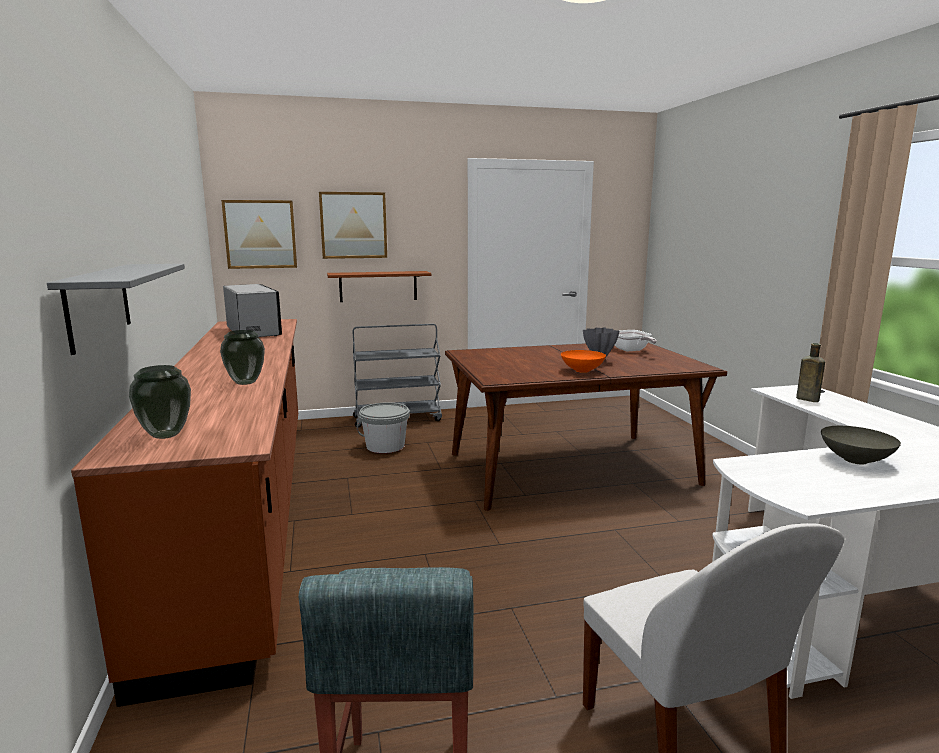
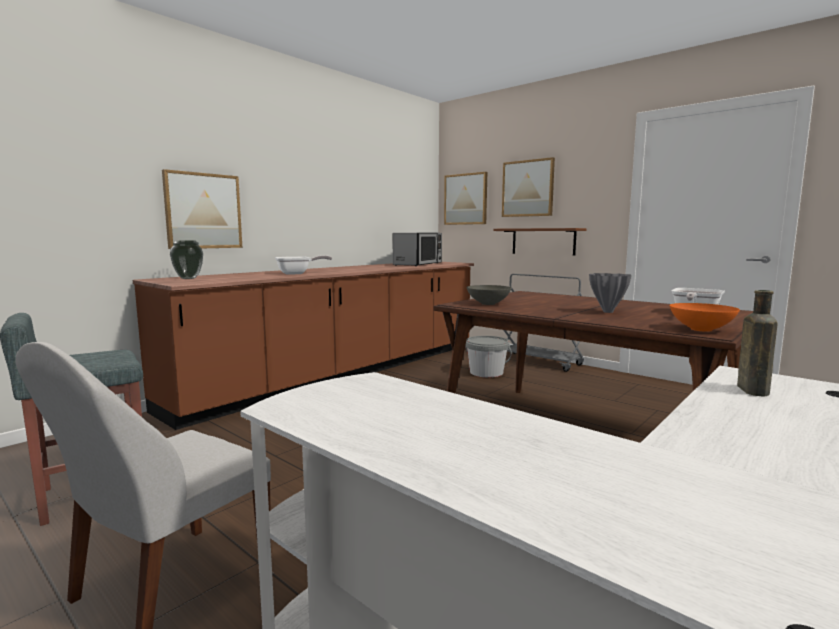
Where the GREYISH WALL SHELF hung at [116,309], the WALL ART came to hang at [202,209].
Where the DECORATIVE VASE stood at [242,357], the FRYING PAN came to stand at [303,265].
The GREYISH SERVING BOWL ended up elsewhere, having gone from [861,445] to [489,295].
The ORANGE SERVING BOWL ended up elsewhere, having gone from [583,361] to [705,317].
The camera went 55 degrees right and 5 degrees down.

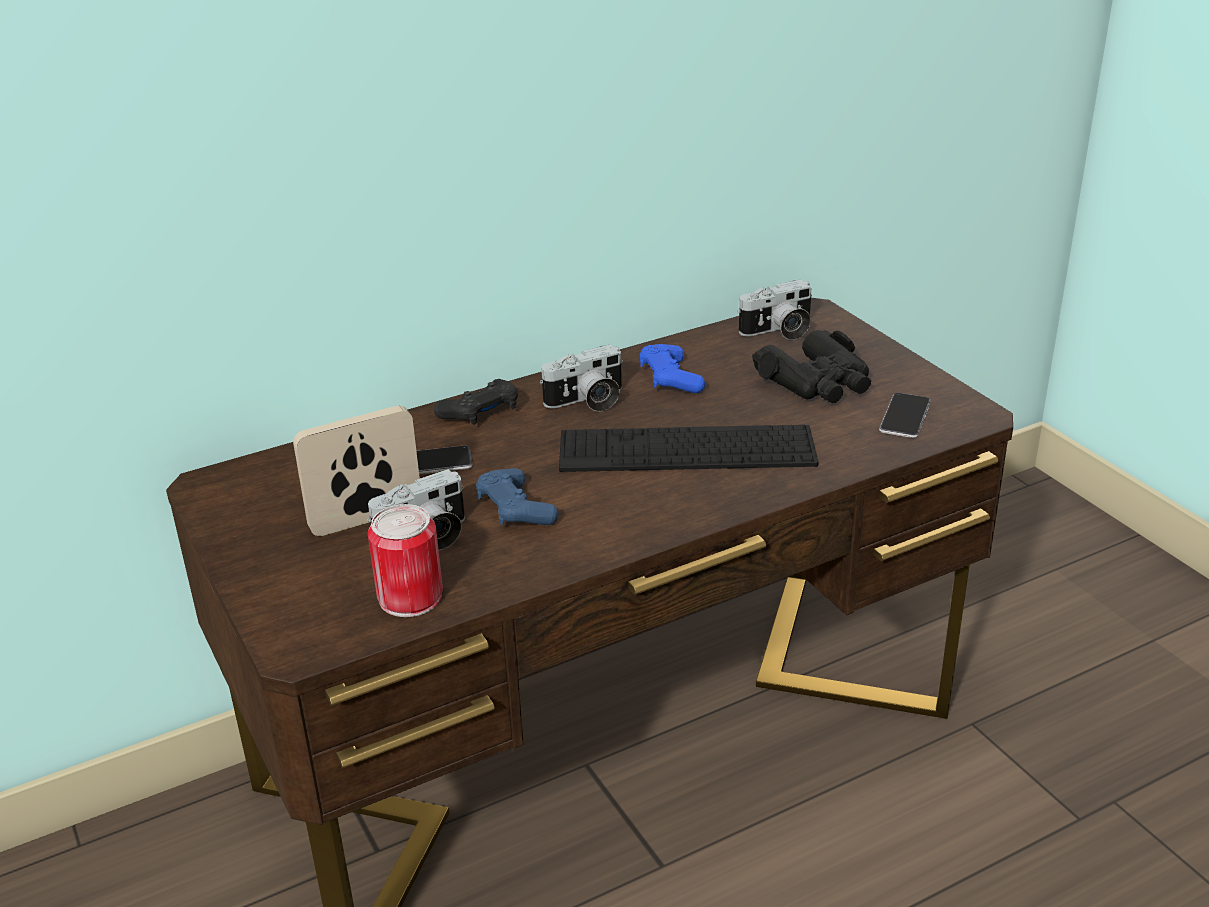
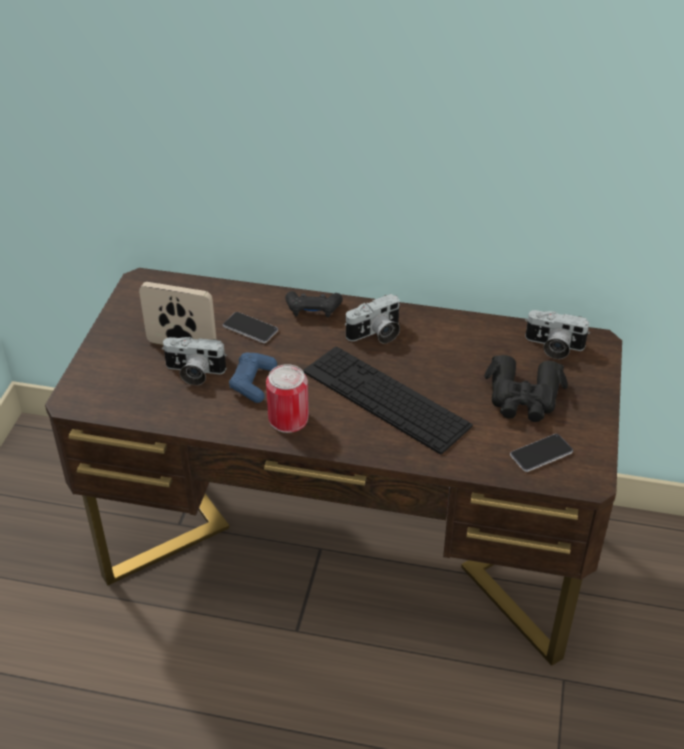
The CAN ended up elsewhere, having gone from [405,560] to [287,398].
The PHOTO CAMERA at [581,378] ended up facing another way, 45 degrees counterclockwise from before.
The second view lost the BLUE JOYPAD at [672,368].
The camera went 40 degrees right and 10 degrees up.

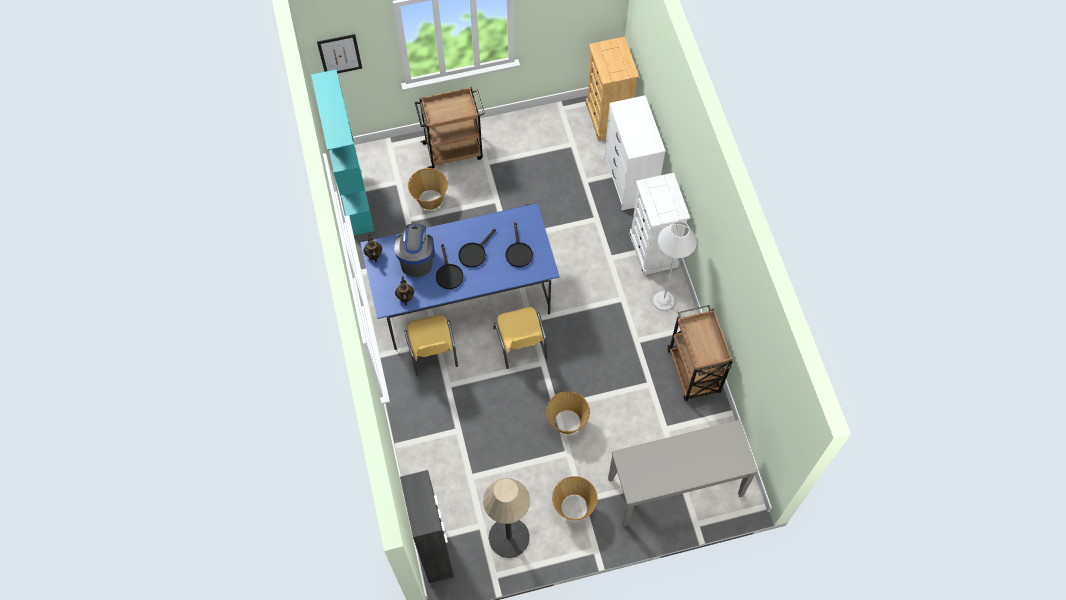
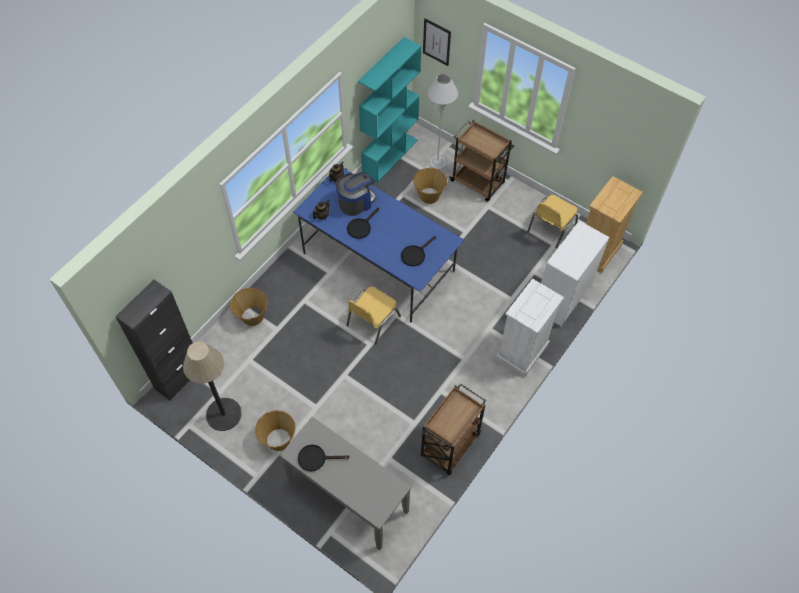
The STORAGE BASKET ended up elsewhere, having gone from [568,412] to [248,307].
The BLACK-COLOURED FRYING PAN ended up elsewhere, having gone from [477,248] to [323,458].
The GREYISH FLOOR LAMP ended up elsewhere, having gone from [675,266] to [442,122].
The YELLOW PLAIN CHAIR ended up elsewhere, having gone from [431,345] to [552,221].
The camera went 50 degrees right and 5 degrees down.

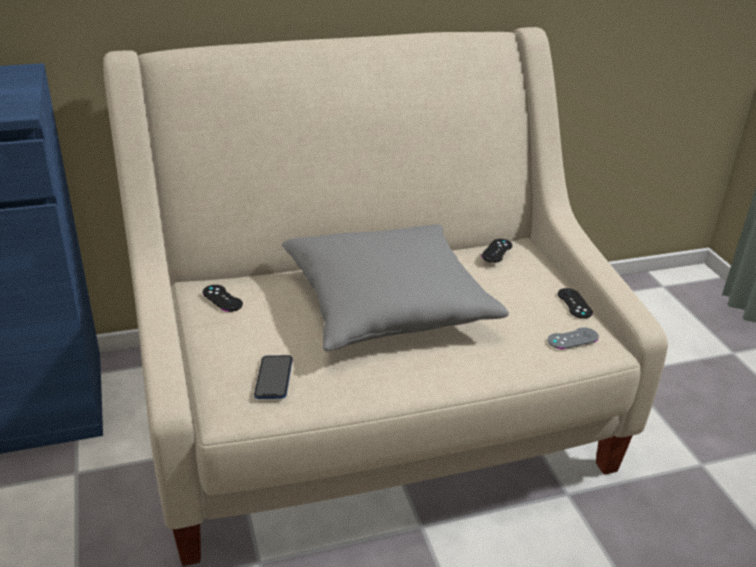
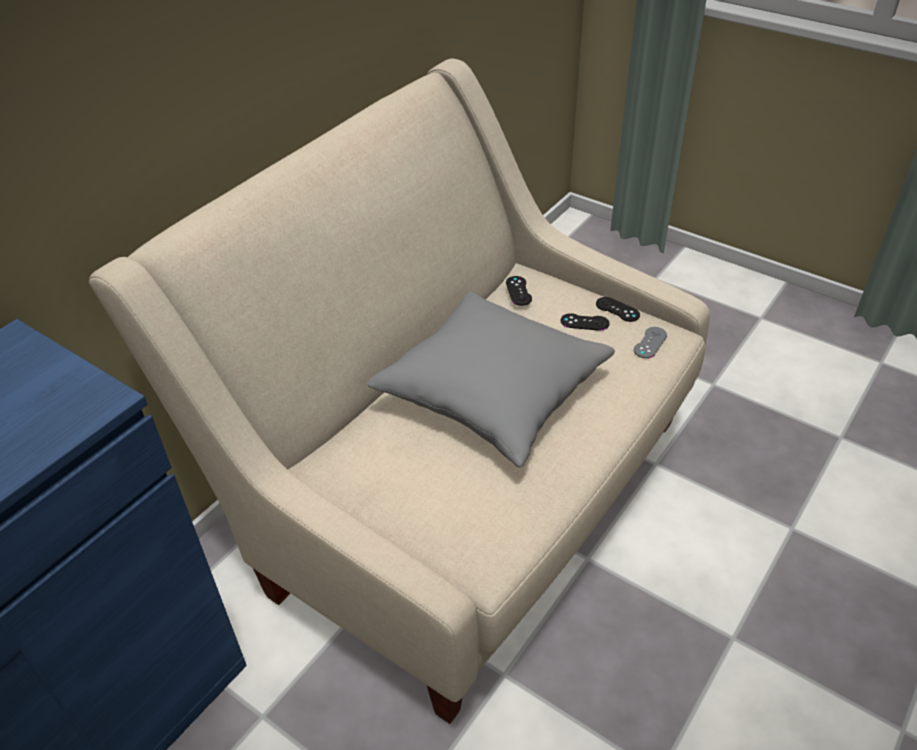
The BLACK-COLOURED JOYPAD ended up elsewhere, having gone from [223,298] to [585,322].
The second view lost the HANDSET at [273,377].
The camera went 35 degrees left and 10 degrees up.

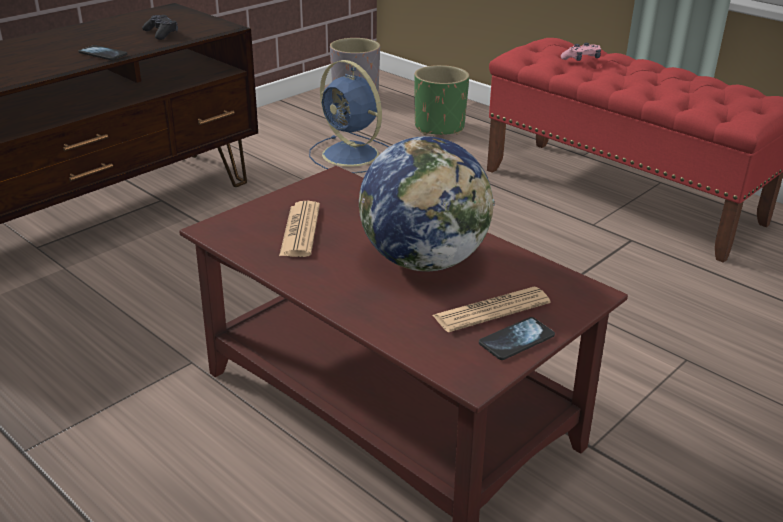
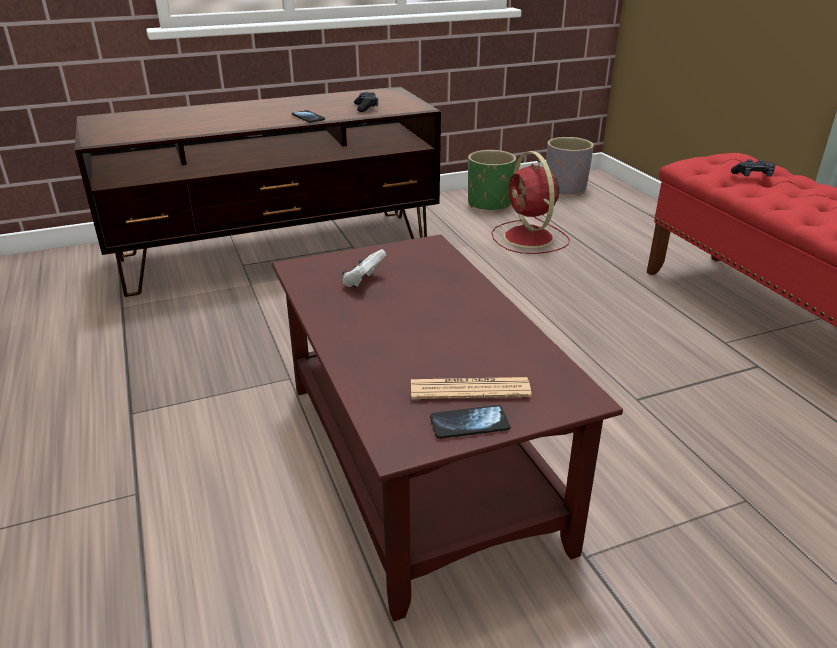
Where the PRINTED PAPER stood at [299,229], the WHITE-COLOURED JOYPAD came to stand at [364,268].
The GREEN FLOWER POT ended up elsewhere, having gone from [441,100] to [492,181].
What was the BLUE FAN at [349,116] turned into the REDDISH FAN at [531,202].
What was the PINK-COLOURED JOYPAD at [581,52] turned into the BLACK-COLOURED JOYPAD at [753,168].
The second view lost the GLOBE at [427,204].
The camera went 25 degrees right and 0 degrees up.

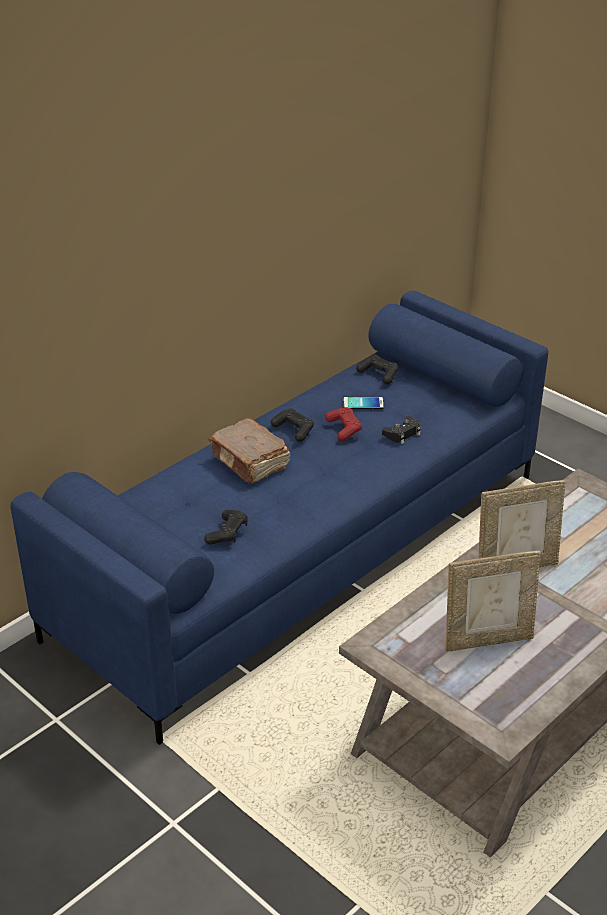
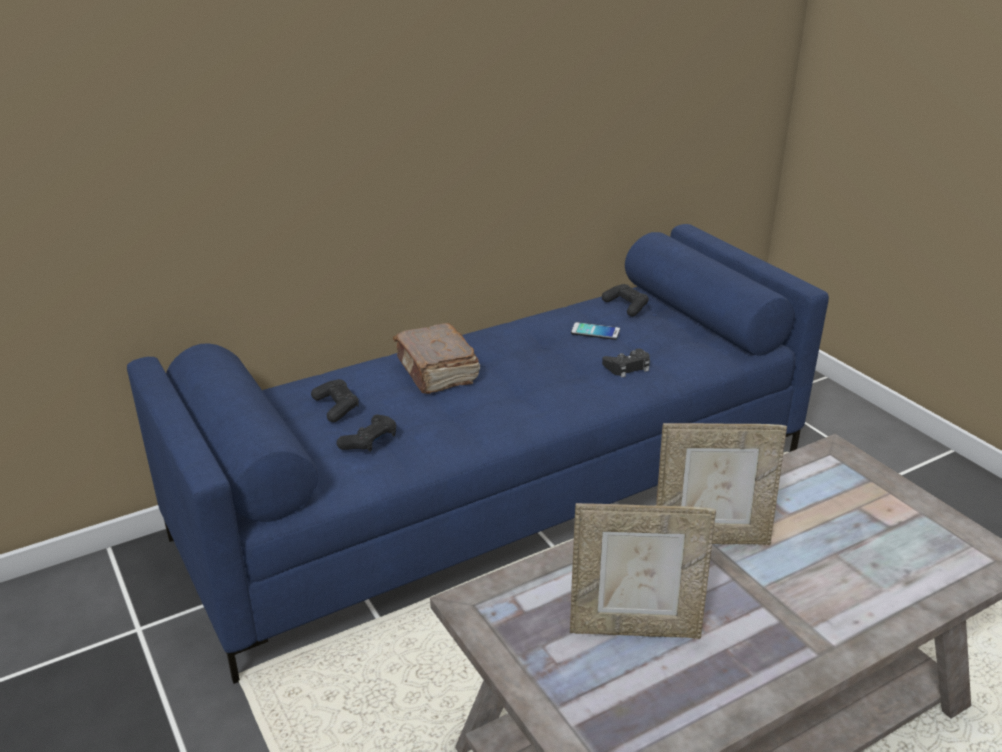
The BLACK-COLOURED JOYPAD ended up elsewhere, having gone from [292,425] to [335,400].
The second view lost the REDDISH JOYPAD at [343,424].
The camera went 15 degrees right and 5 degrees down.

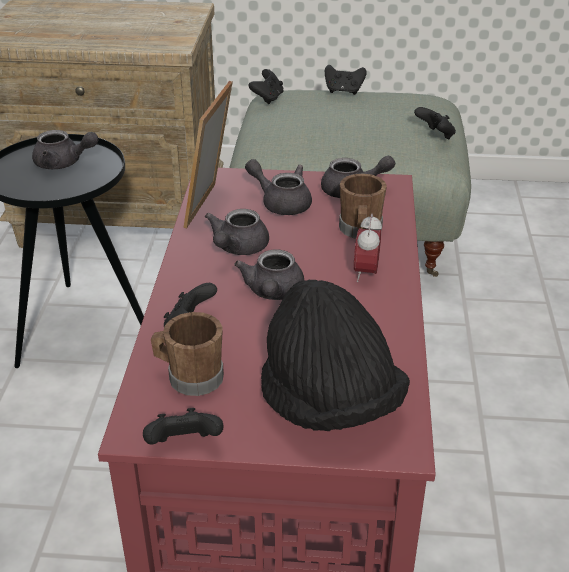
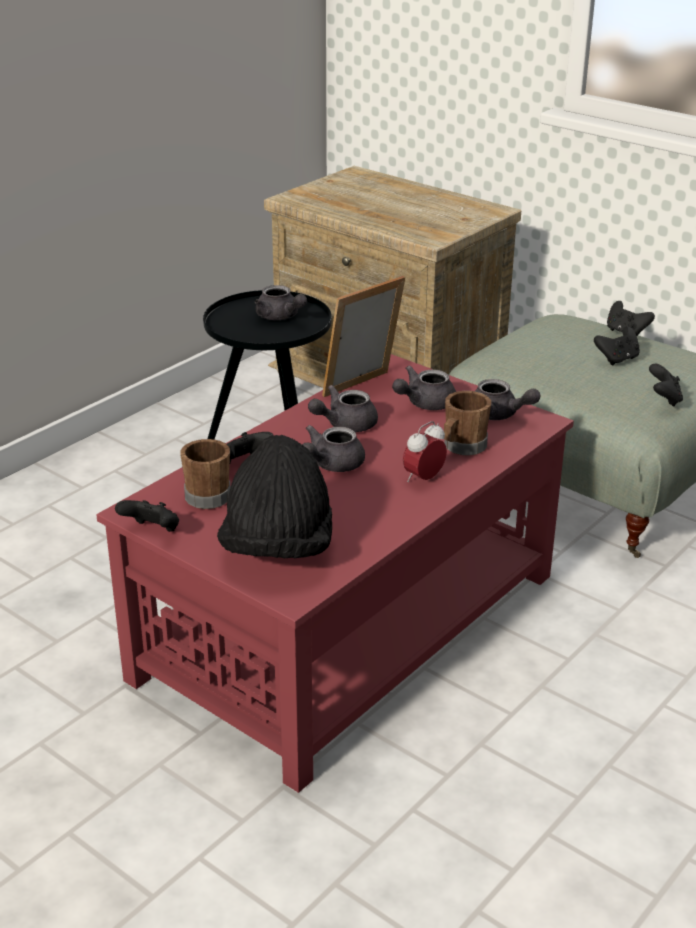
The GREYISH POT FOR TEA at [278,187] ended up facing another way, 105 degrees counterclockwise from before.
The BLACK-COLOURED JOYPAD ended up elsewhere, having gone from [266,86] to [617,346].
The camera went 35 degrees right and 5 degrees down.

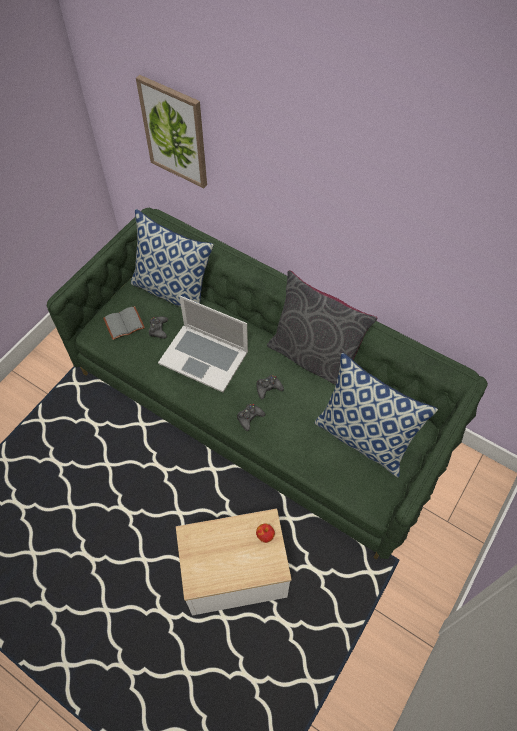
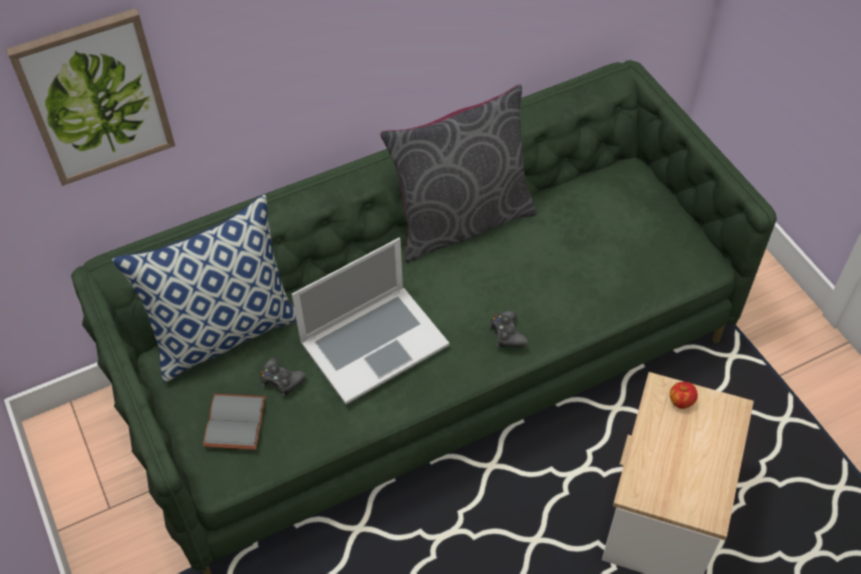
The second view lost the BLACK-COLOURED JOYPAD at [270,387].
The second view lost the CUSHION at [376,414].
The camera went 60 degrees left and 5 degrees down.

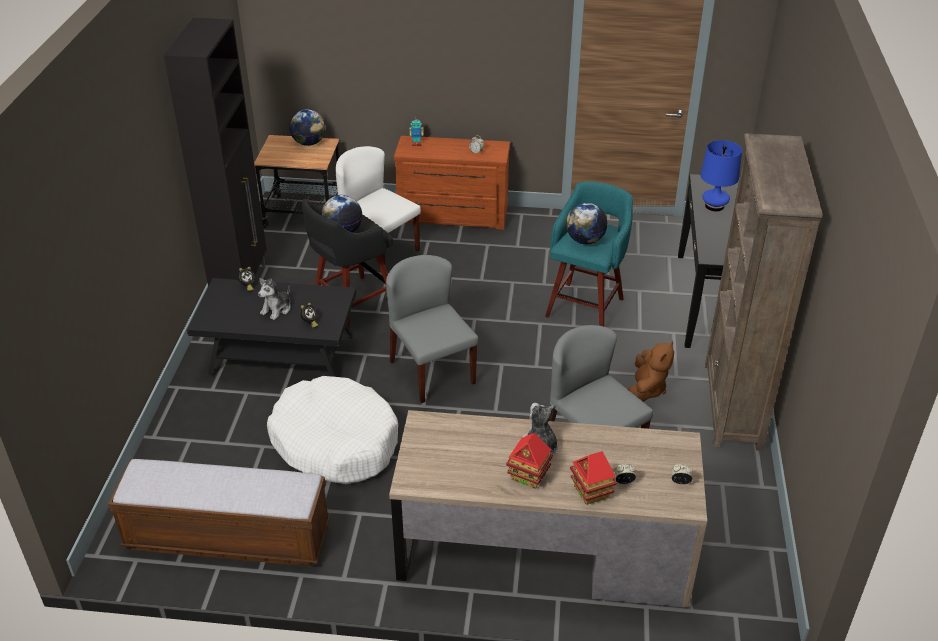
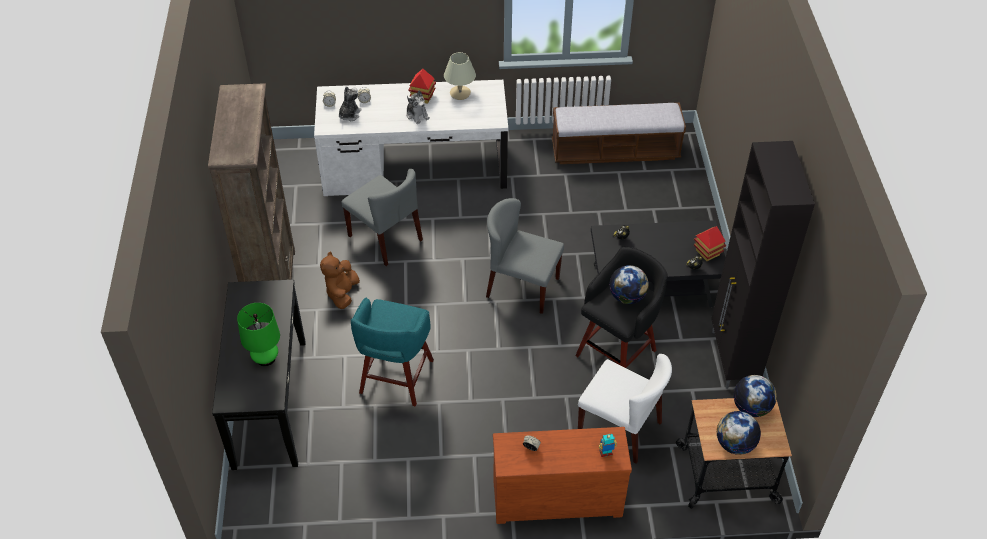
What was the BLUE LAMP FOR A TABLE at [721,175] turned into the GREEN LAMP FOR A TABLE at [258,334].
What was the BROWN DESK TABLE at [548,509] turned into the WHITE-COLOURED DESK TABLE at [411,138].
The CUDDLY TOY ended up elsewhere, having gone from [274,299] to [350,103].
The second view gained the SAND-COLOURED LAMP FOR A TABLE at [460,76].
The GREYISH PLAIN CHAIR at [432,329] ended up facing another way, 150 degrees clockwise from before.
The MODEL HOUSE ended up elsewhere, having gone from [593,478] to [710,243].
The GLOBE ended up elsewhere, having gone from [587,223] to [755,396].
The second view lost the WHITE-COLOURED PET BED at [332,430].
The camera went 170 degrees right and 10 degrees up.

